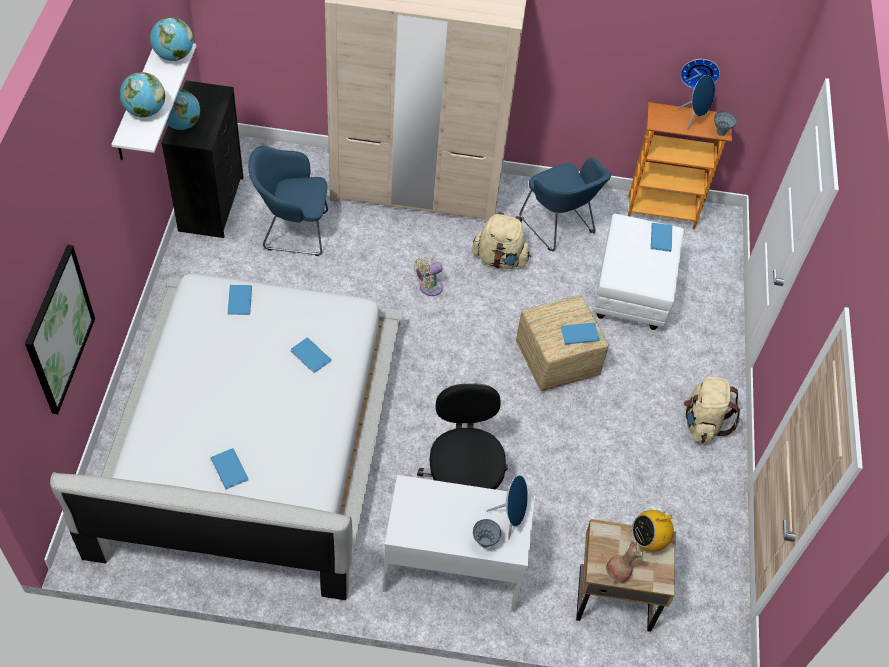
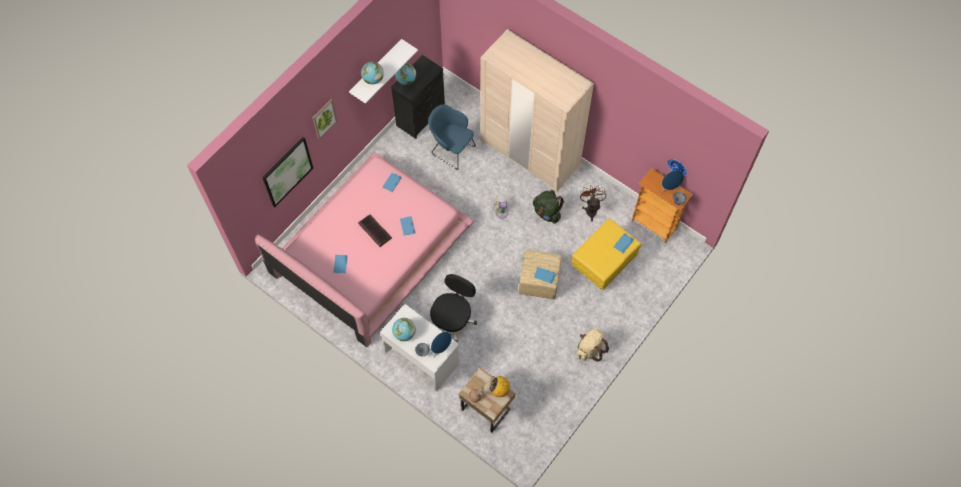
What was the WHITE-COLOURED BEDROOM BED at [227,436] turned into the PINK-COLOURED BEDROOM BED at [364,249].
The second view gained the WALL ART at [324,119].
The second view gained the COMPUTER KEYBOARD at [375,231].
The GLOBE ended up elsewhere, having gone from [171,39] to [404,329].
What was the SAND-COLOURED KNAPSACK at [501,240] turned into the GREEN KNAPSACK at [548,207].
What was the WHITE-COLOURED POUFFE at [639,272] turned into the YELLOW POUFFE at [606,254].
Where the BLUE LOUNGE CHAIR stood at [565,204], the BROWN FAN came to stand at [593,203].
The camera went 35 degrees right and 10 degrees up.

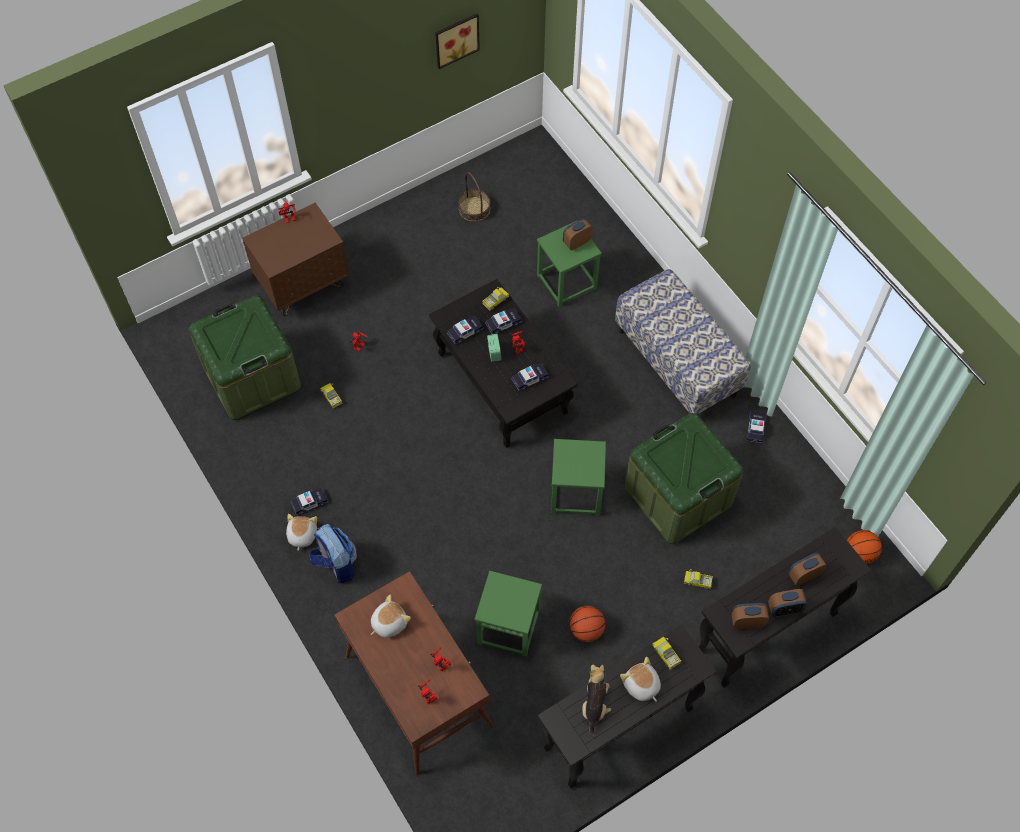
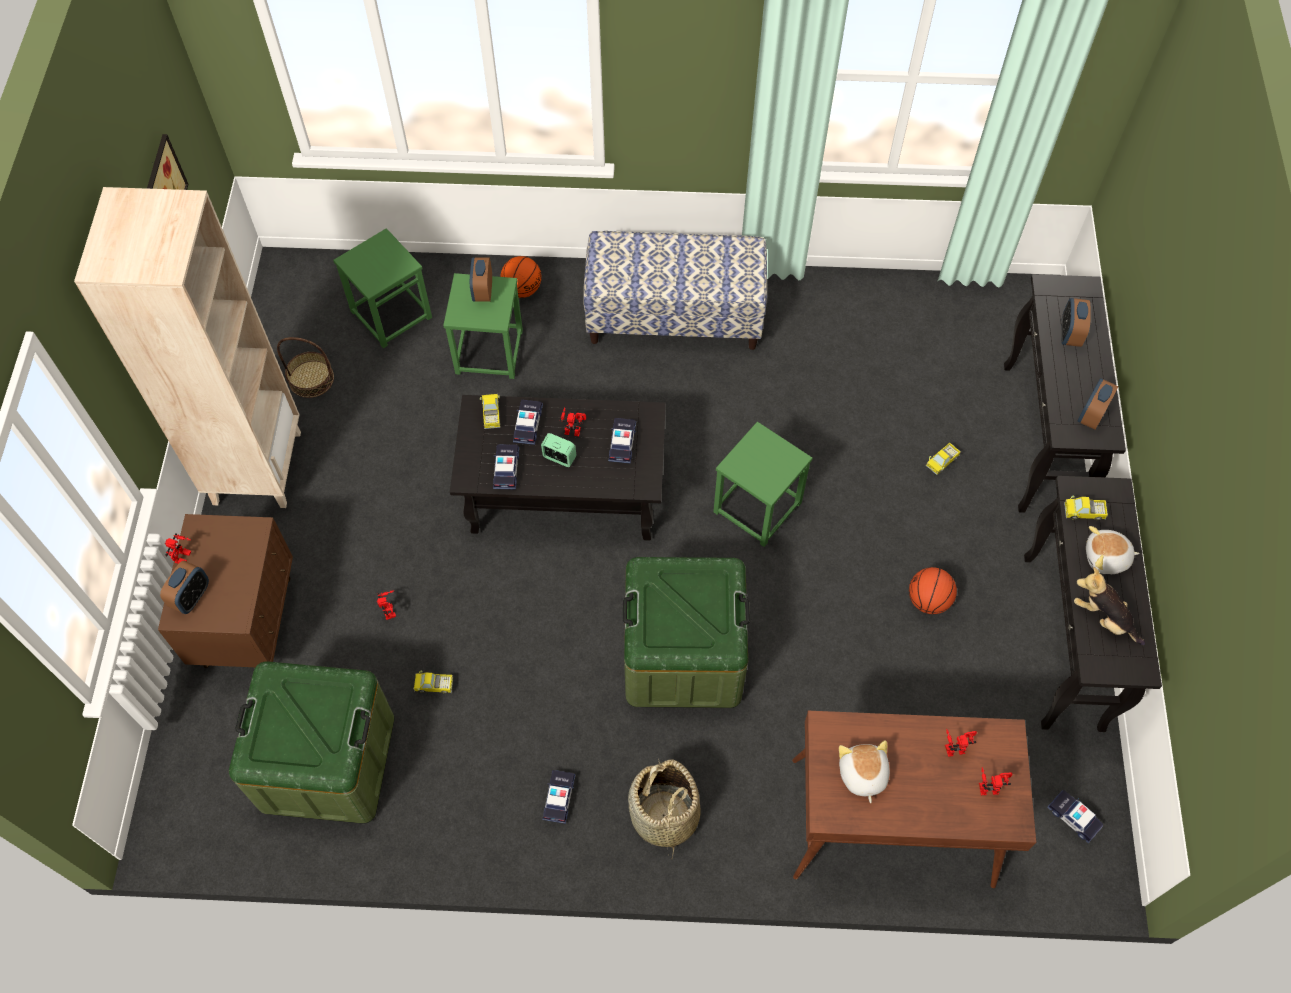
The second view gained the SAND-COLOURED BOOKCASE at [187,347].
The BEDSIDE CLOCK ended up elsewhere, having gone from [787,603] to [184,587].
The GREEN SITTING STOOL ended up elsewhere, having gone from [508,614] to [382,288].
The BASKETBALL BALL ended up elsewhere, having gone from [864,547] to [521,277].
The GREEN STORAGE CONTAINER ended up elsewhere, having gone from [684,478] to [686,632].
Where the KNAPSACK stood at [333,554], the STORAGE BASKET came to stand at [664,810].
The TOY CAR ended up elsewhere, having gone from [756,427] to [1075,816].
The second view lost the CUDDLY TOY at [301,532].
The camera went 55 degrees left and 0 degrees up.

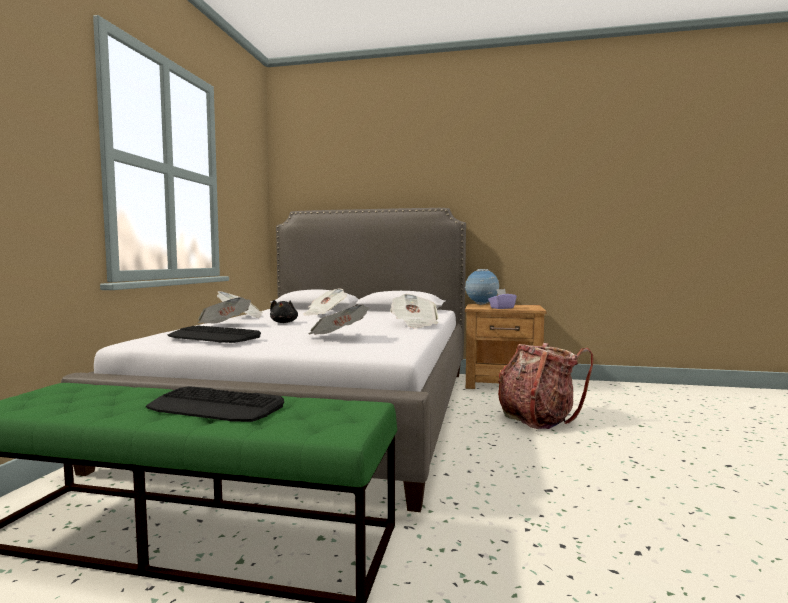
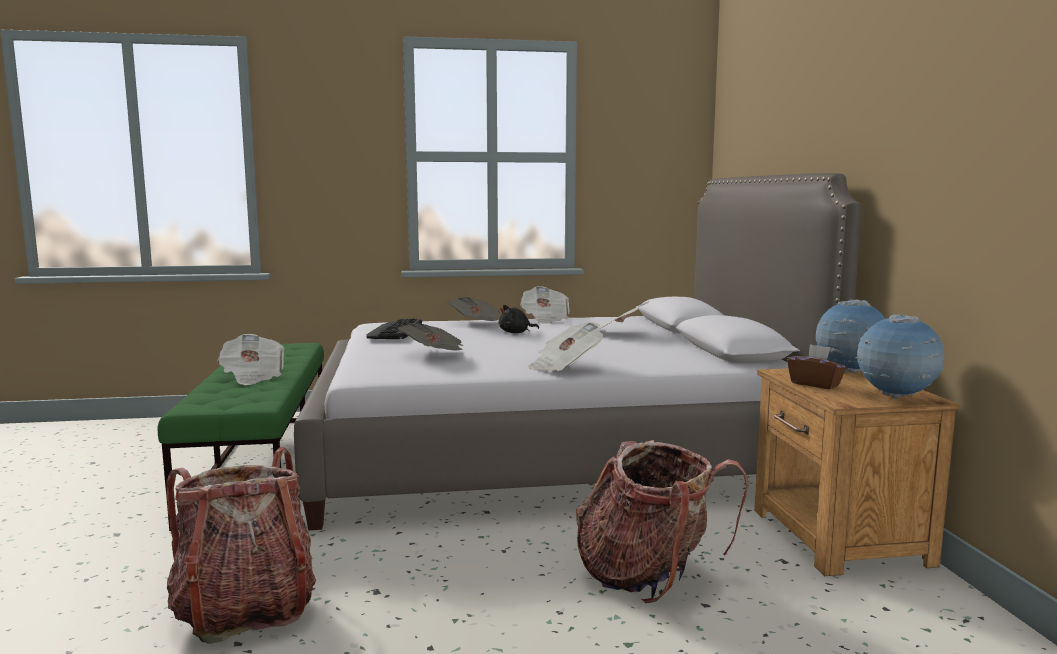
The second view gained the KNAPSACK at [241,545].
Where the COMPUTER KEYBOARD stood at [215,404], the PRINTED PAPER came to stand at [251,359].
What was the PURPLE-COLOURED BOX OF TISSUES at [502,299] turned into the BROWN BOX OF TISSUES at [817,366].
The second view gained the GLOBE at [899,356].
The camera went 70 degrees right and 5 degrees up.

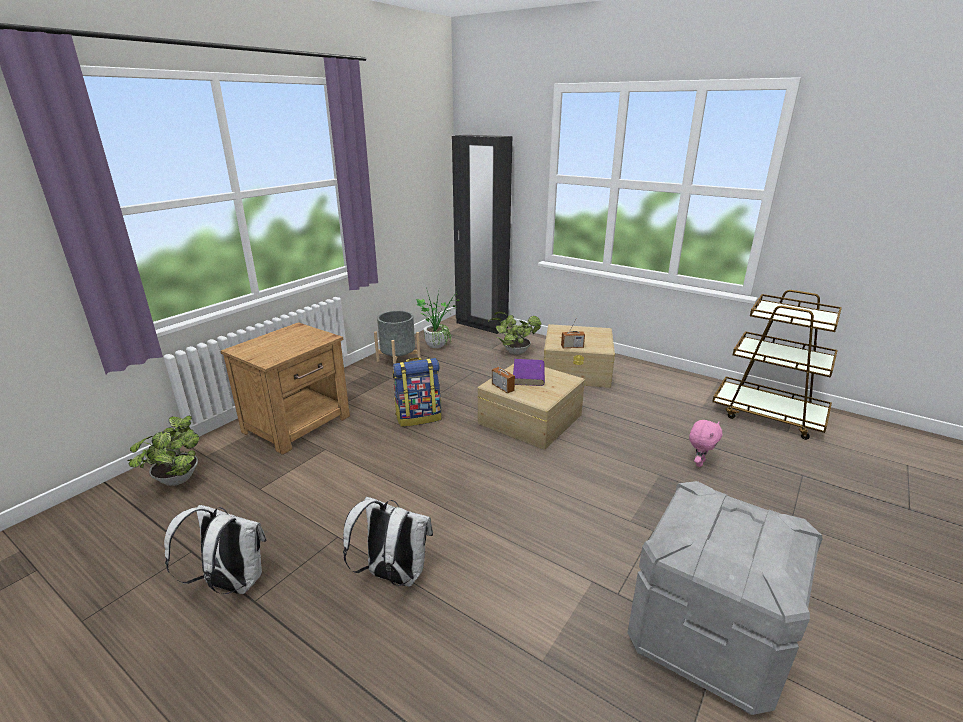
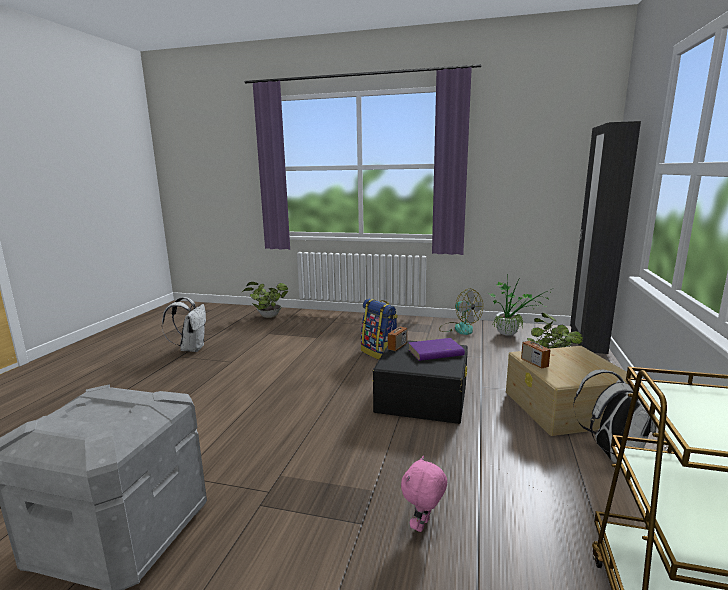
What was the SAND-COLOURED STORAGE CONTAINER at [531,407] turned into the BLACK-COLOURED STORAGE CONTAINER at [420,382].
The PINK-COLOURED CUDDLY TOY at [705,443] ended up facing another way, 105 degrees clockwise from before.
Where the GREYISH FLOWER POT stood at [397,337], the FAN came to stand at [461,311].
The WHITE-COLOURED KNAPSACK ended up elsewhere, having gone from [388,542] to [615,416].
The second view lost the BROWN NIGHT TABLE at [285,388].
The camera went 70 degrees right and 10 degrees down.

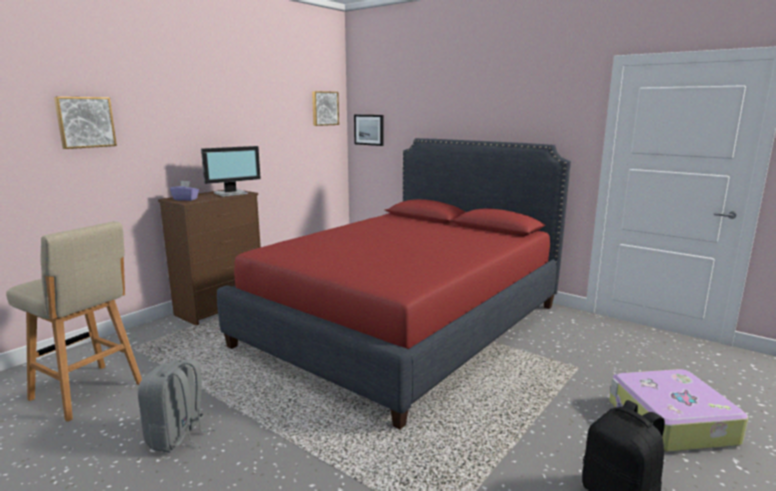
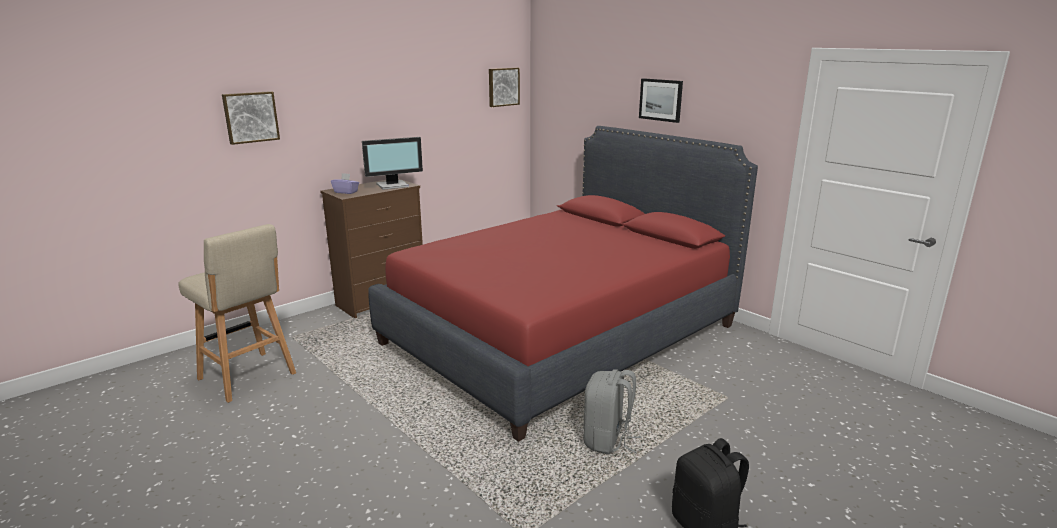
The GREYISH KNAPSACK ended up elsewhere, having gone from [176,406] to [612,412].
The WALL ART ended up elsewhere, having gone from [368,130] to [661,100].
The second view lost the PIECE OF LUGGAGE at [678,410].
The camera went 10 degrees right and 5 degrees up.

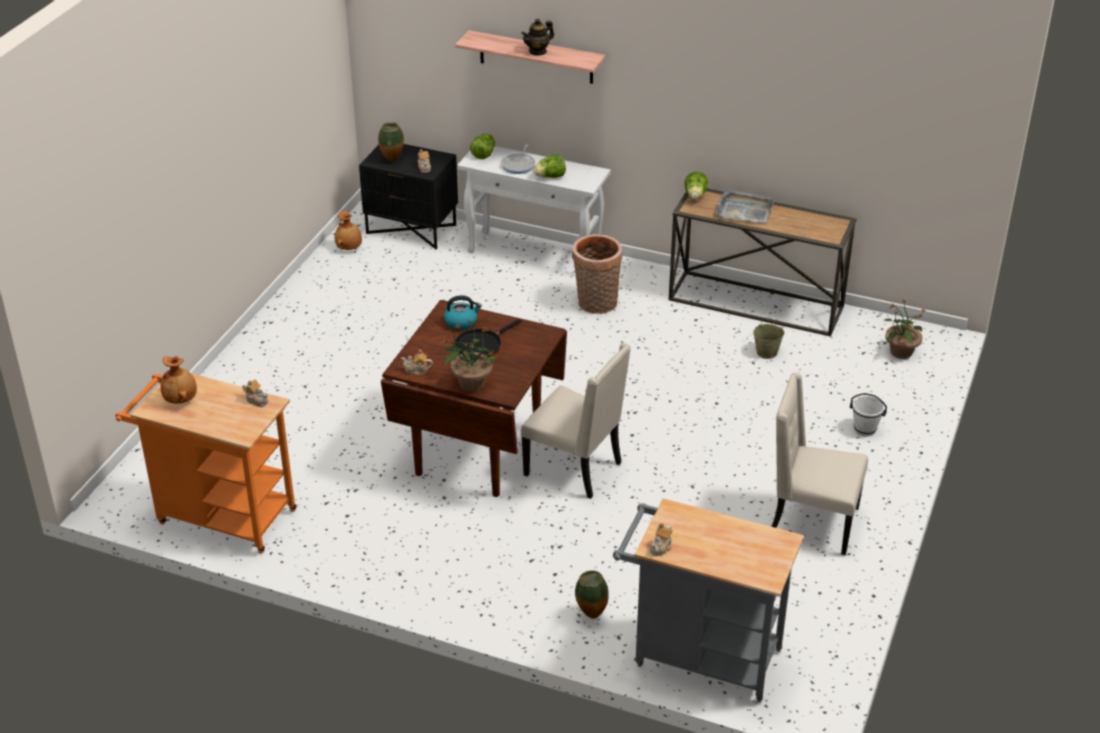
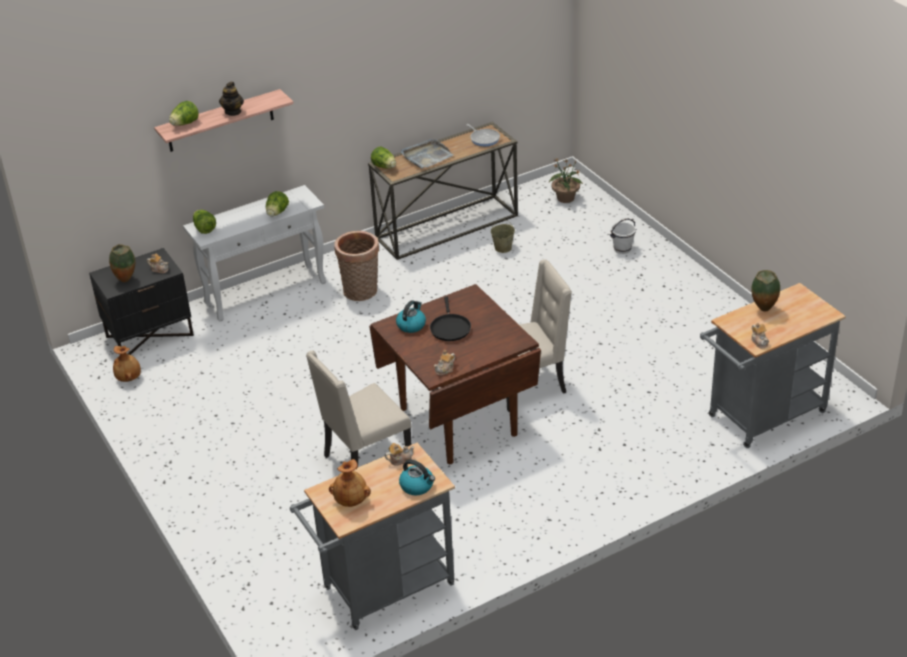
The second view gained the LETTUCE HEAD at [184,113].
What was the ORANGE CART at [206,463] turned into the GREYISH CART at [372,536].
The SAND-COLOURED PLAIN CHAIR ended up elsewhere, having gone from [819,464] to [358,409].
The second view gained the WATER KETTLE at [417,477].
The FRYING PAN ended up elsewhere, having gone from [518,159] to [483,135].
The DECORATIVE VASE ended up elsewhere, having gone from [592,594] to [765,291].
The second view lost the PLANT IN A POT at [469,356].
The camera went 50 degrees left and 0 degrees up.

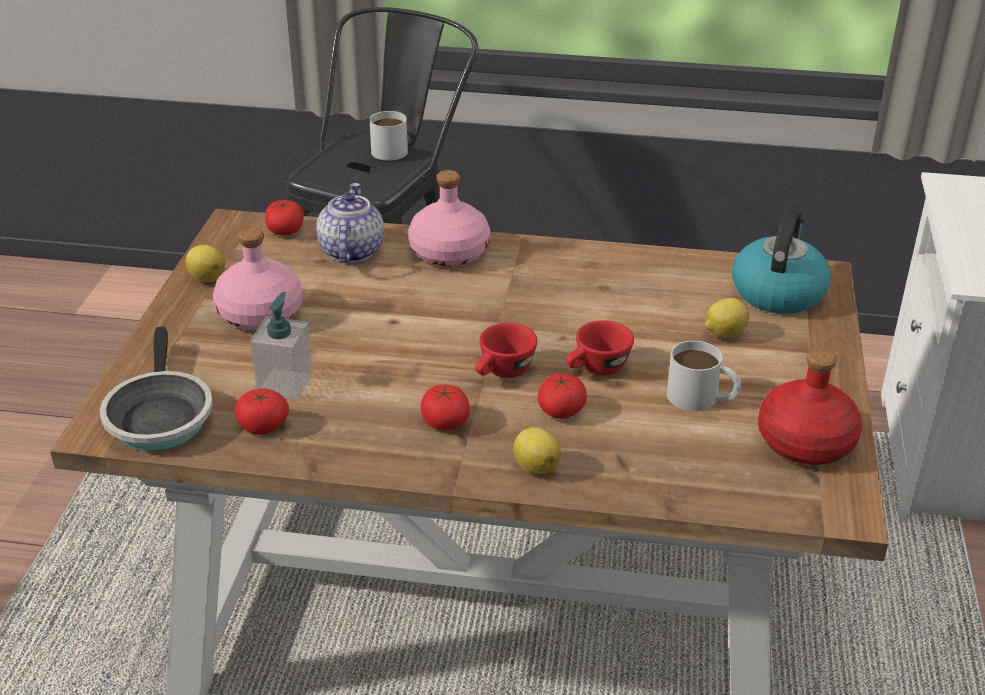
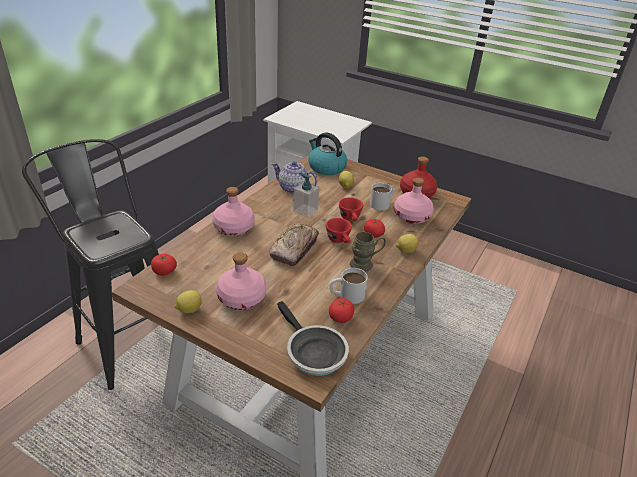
The second view gained the BAKERY BREAD at [294,244].
The POT FOR TEA ended up elsewhere, having gone from [350,223] to [294,177].
The FRYING PAN at [156,388] ended up facing another way, 45 degrees clockwise from before.
The SOAP BOTTLE ended up elsewhere, having gone from [281,346] to [306,195].
The WHITE-COLOURED MUG ended up elsewhere, having gone from [388,136] to [349,286].
Where the FRESH TOMATO stood at [445,407], the BROWN MUG came to stand at [368,252].
The second view gained the PINK-COLOURED DRINK BOTTLE at [414,200].
The camera went 70 degrees left and 0 degrees up.

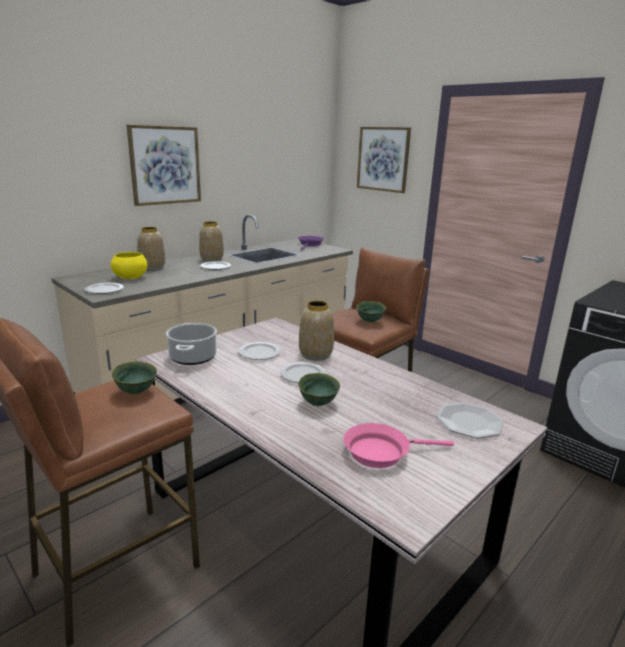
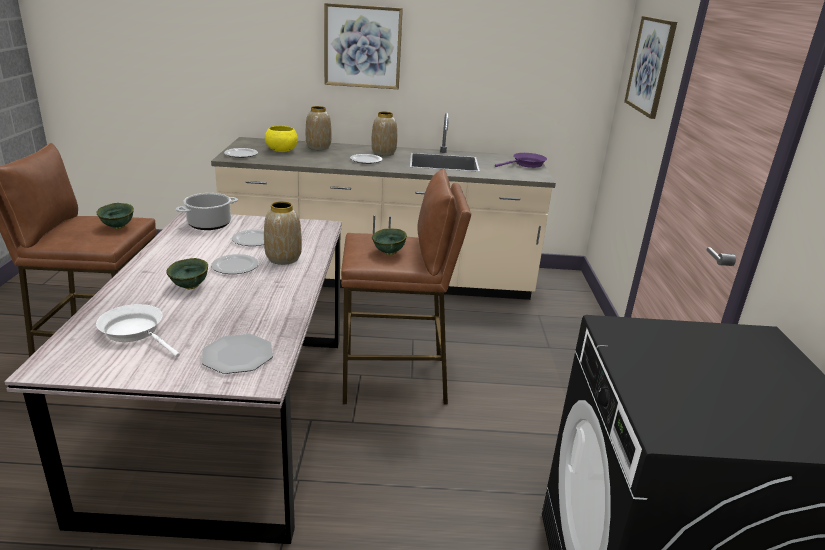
What was the PINK-COLOURED FRYING PAN at [398,445] turned into the WHITE-COLOURED FRYING PAN at [138,330].
The camera went 45 degrees right and 5 degrees up.

